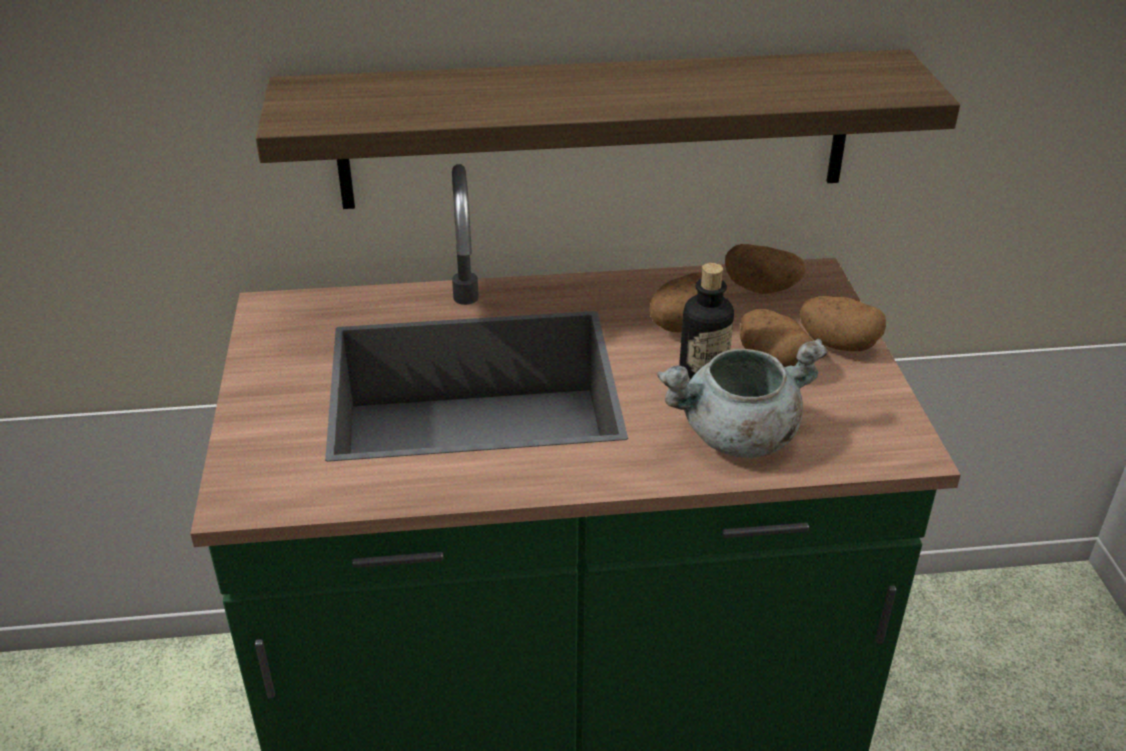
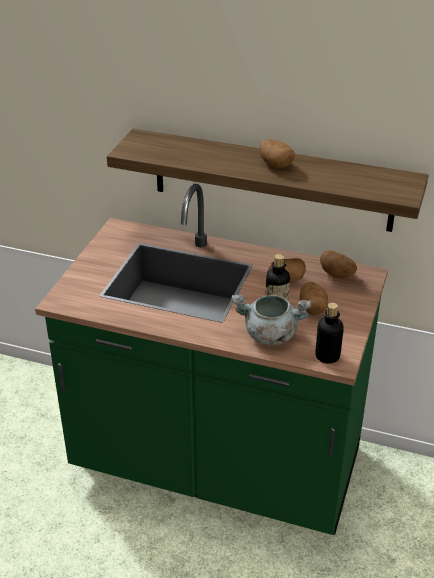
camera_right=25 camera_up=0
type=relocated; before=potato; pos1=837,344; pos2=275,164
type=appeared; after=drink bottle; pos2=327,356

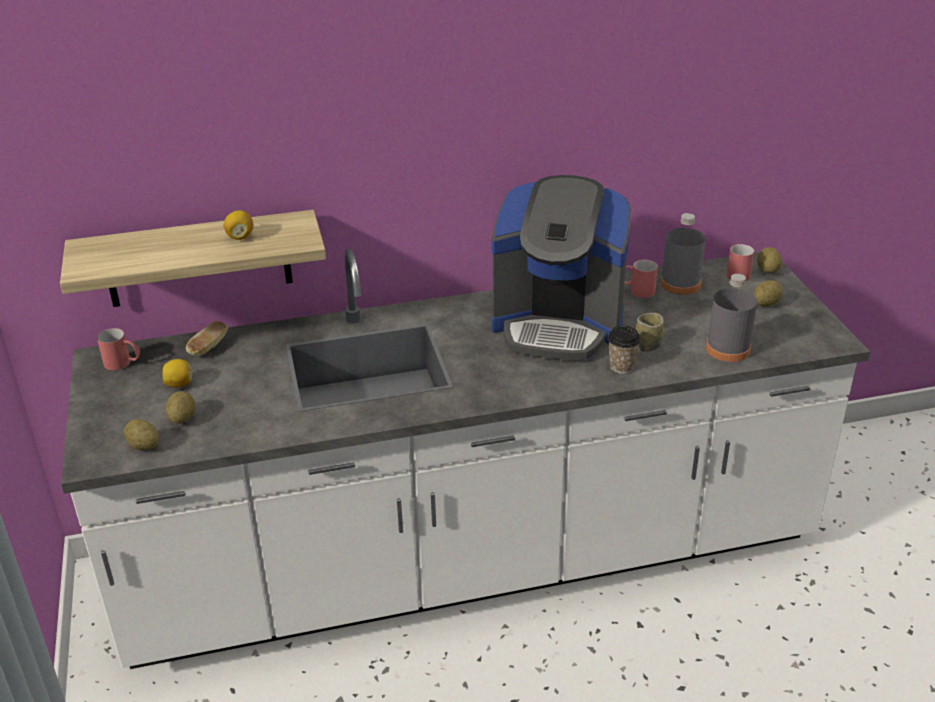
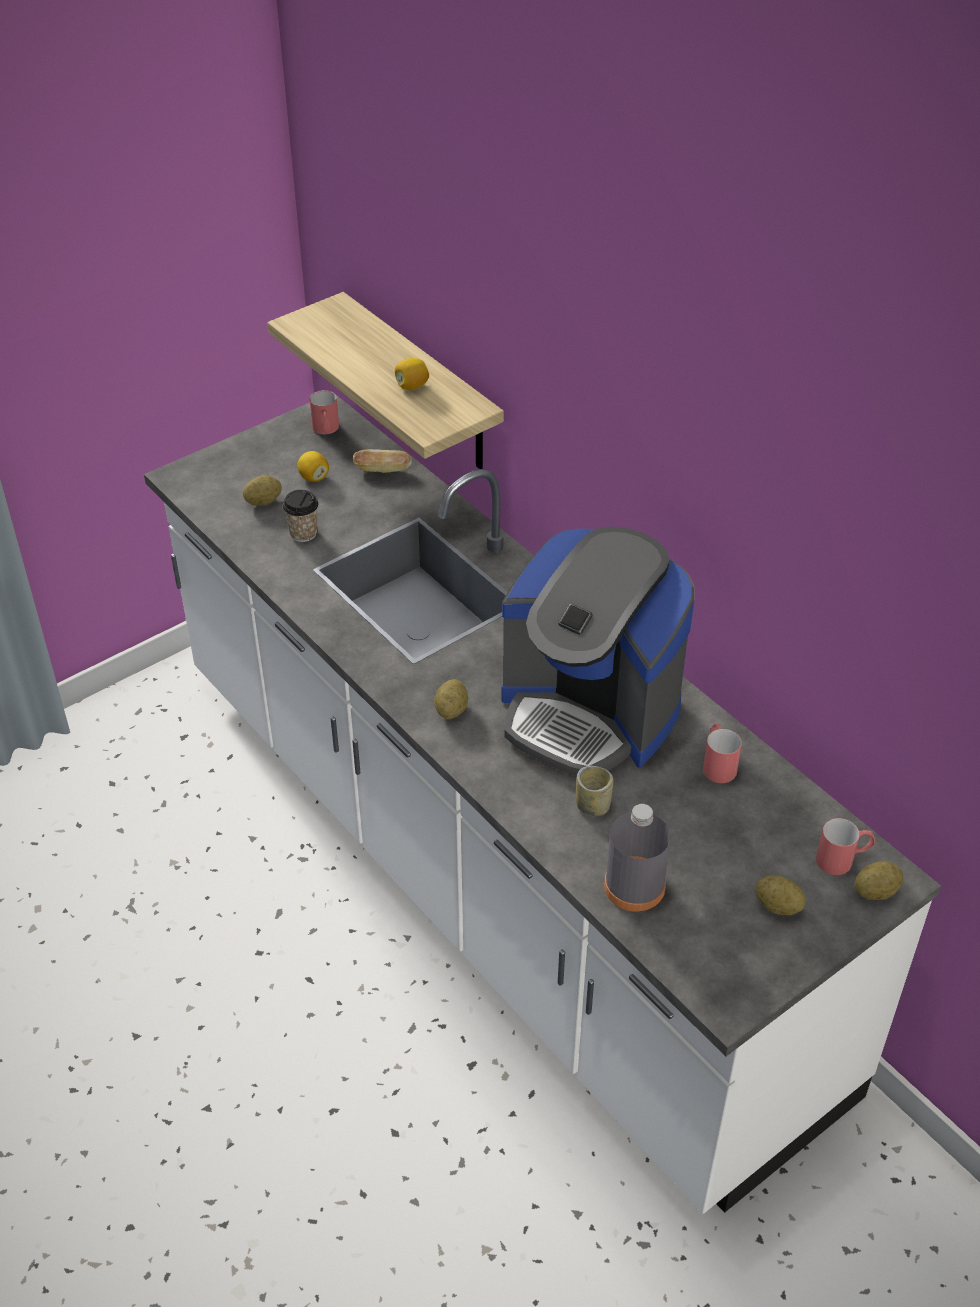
camera_right=65 camera_up=10
type=spun; before=coffee maker; pos1=558,324; pos2=589,712; turn=-45
type=missing; before=drink bottle (grey); pos1=680,284
type=relocated; before=small cup; pos1=621,366; pos2=303,533
type=relocated; before=potato; pos1=144,446; pos2=451,710

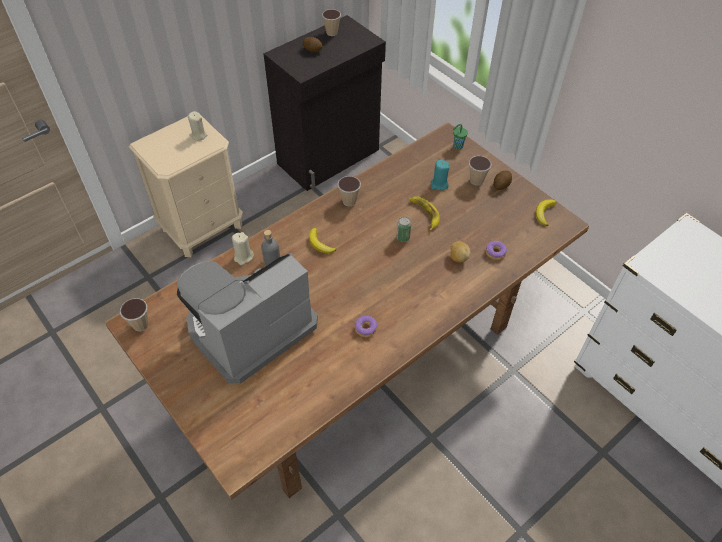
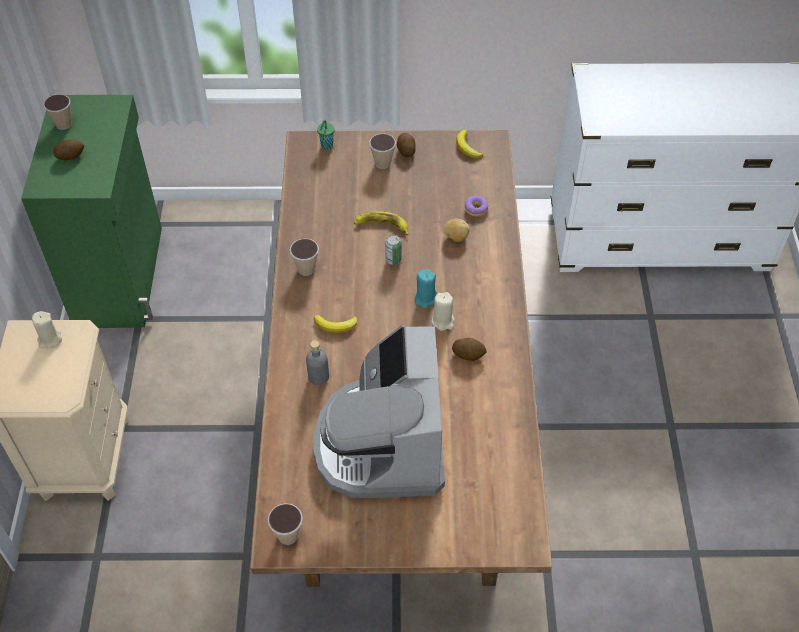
camera_right=-50 camera_up=0
type=colour; before=cabinet (black-coloured); after=cabinet (green-coloured); pos1=330,157; pos2=121,275
type=relocated; before=wax candle (blue-green); pos1=439,184; pos2=425,298
type=relocated; before=wax candle (beige-coloured); pos1=243,257; pos2=443,321
type=exchanged; before=doughnut; after=potato; pos1=366,328; pos2=468,354

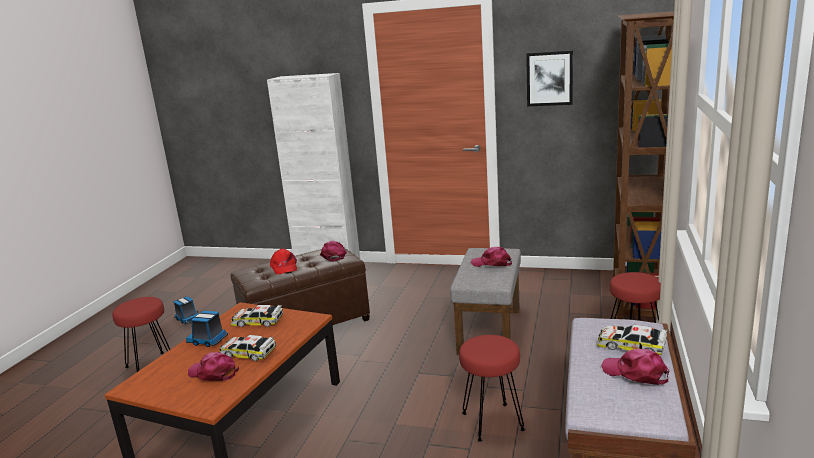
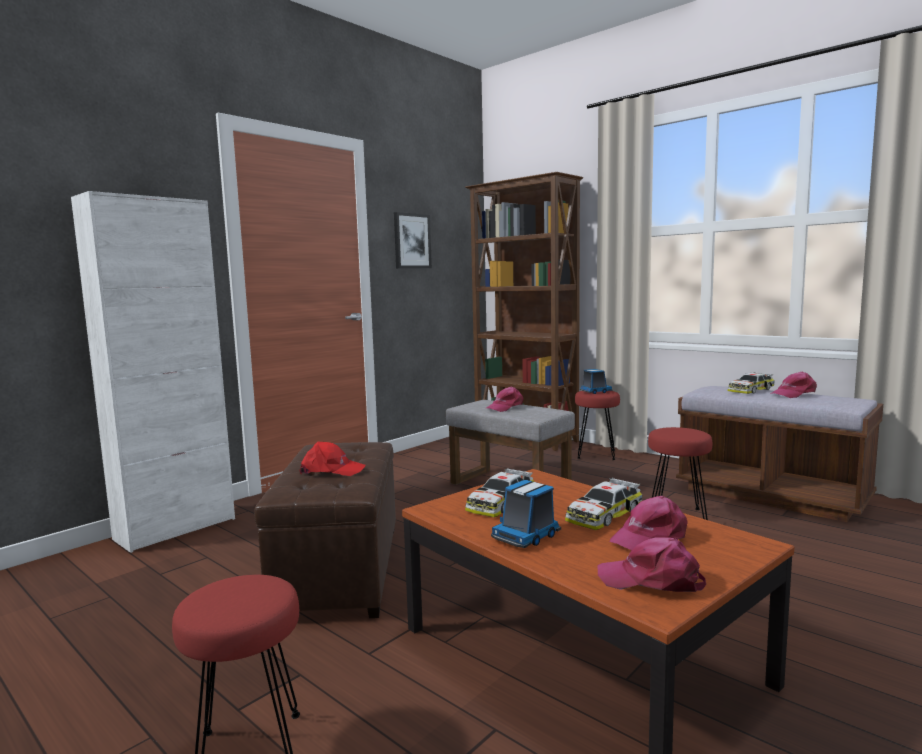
camera_right=-65 camera_up=-10
type=relocated; before=peaked cap (pink-coloured); pos1=334,255; pos2=652,580
type=relocated; before=toy truck; pos1=187,319; pos2=595,392

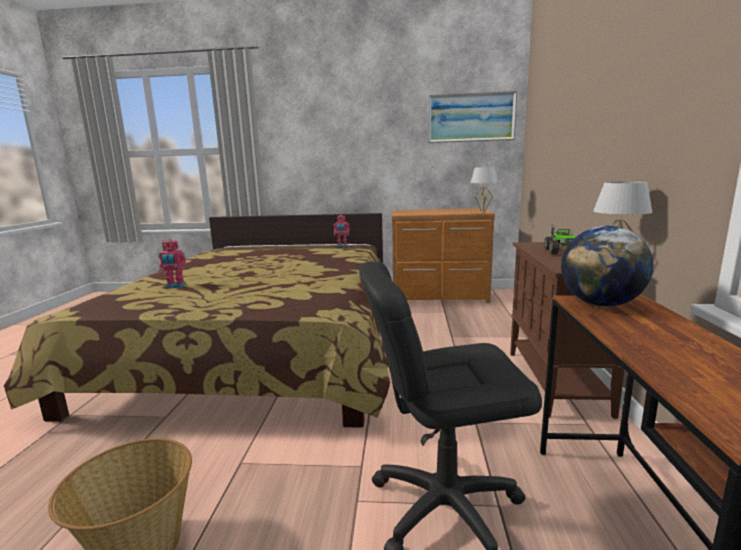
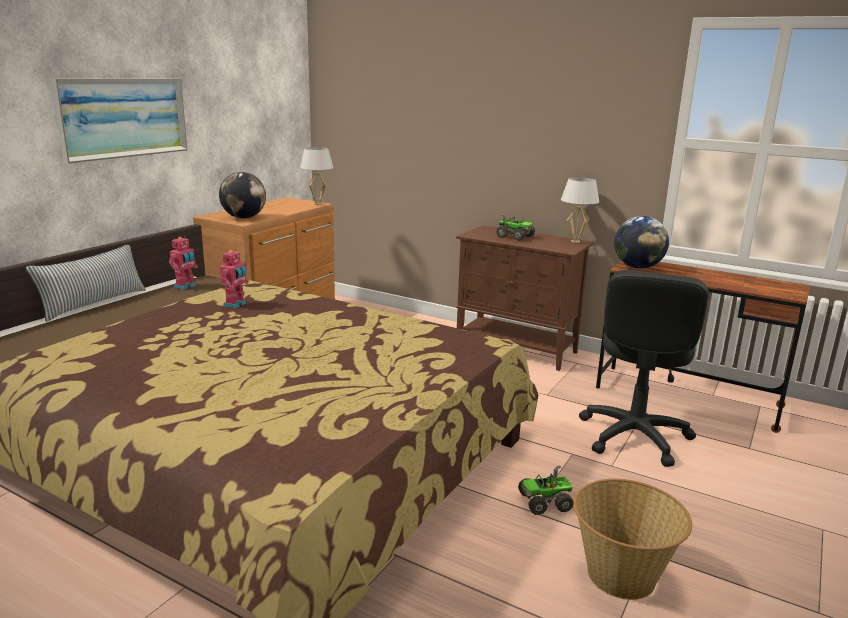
camera_right=-65 camera_up=5
type=relocated; before=picture; pos1=471,117; pos2=124,118
type=relocated; before=toy robot; pos1=175,286; pos2=236,304
type=appeared; after=globe; pos2=244,218
type=appeared; after=throw pillow; pos2=94,303
type=appeared; after=toy truck; pos2=545,502

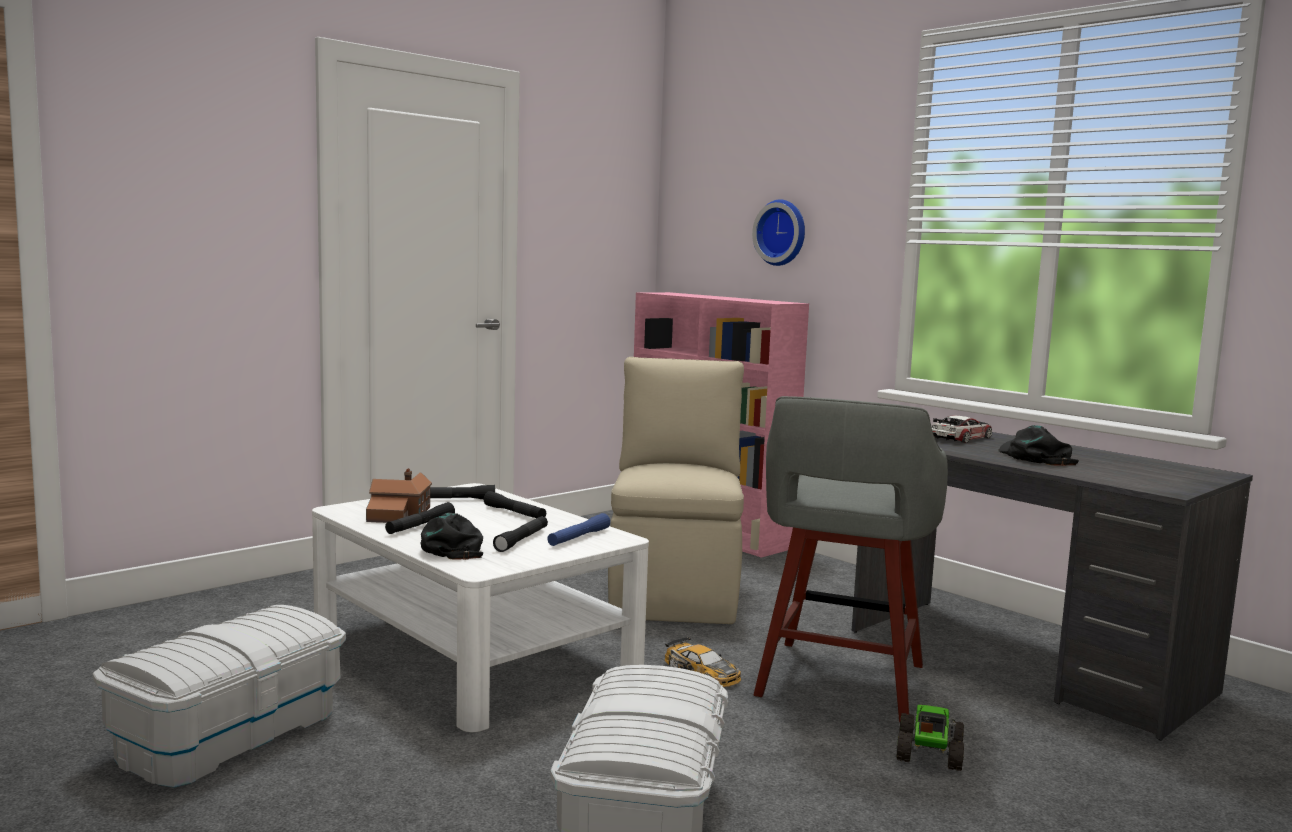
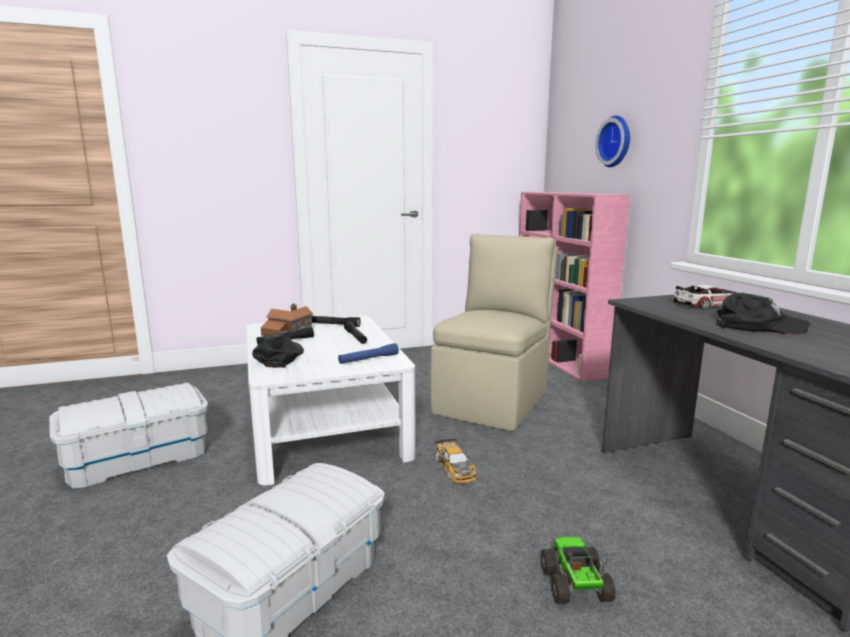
camera_right=25 camera_up=5
type=missing; before=stool (grey); pos1=839,682
type=spun; before=peaked cap (black-coloured); pos1=1034,457; pos2=758,326; turn=90
type=missing; before=hand torch (black-coloured); pos1=522,540
type=spun; before=toy truck; pos1=929,754; pos2=575,586; turn=-45

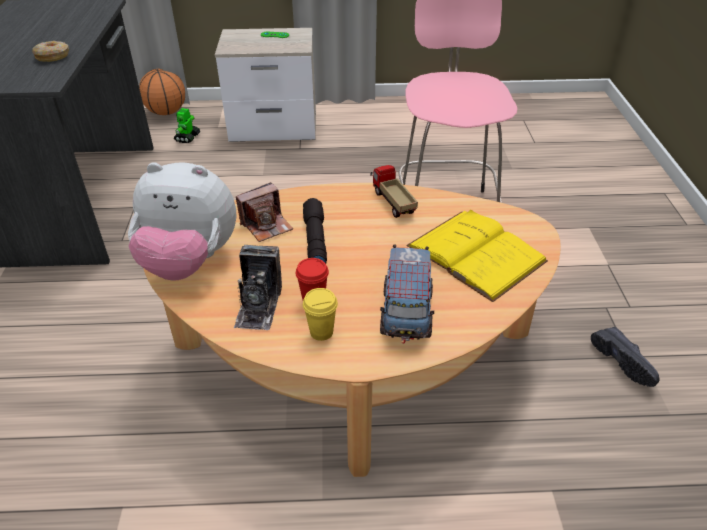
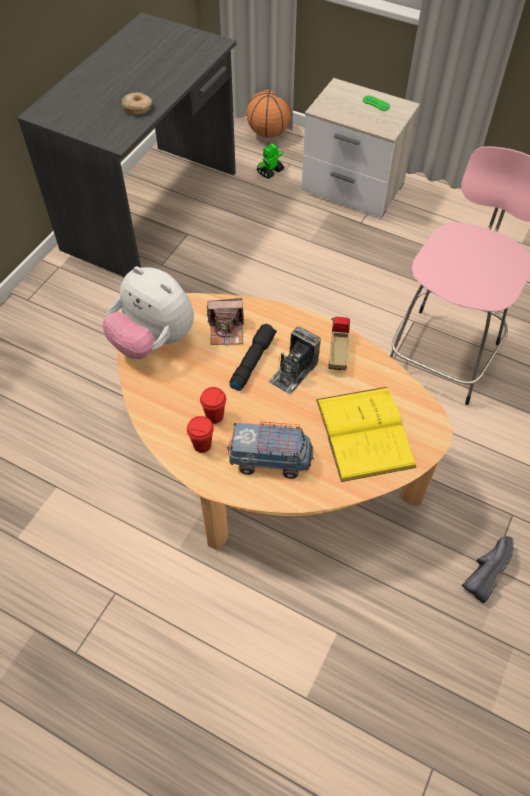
camera_right=30 camera_up=15
type=spun; before=toy truck; pos1=406,314; pos2=270,460; turn=-120
type=relocated; before=still camera; pos1=259,306; pos2=293,372
type=colour; before=small cup (yellowish); after=small cup (reddish); pos1=321,332; pos2=202,445
type=spun; before=low shoe (black-coloured); pos1=625,362; pos2=484,570; turn=-150

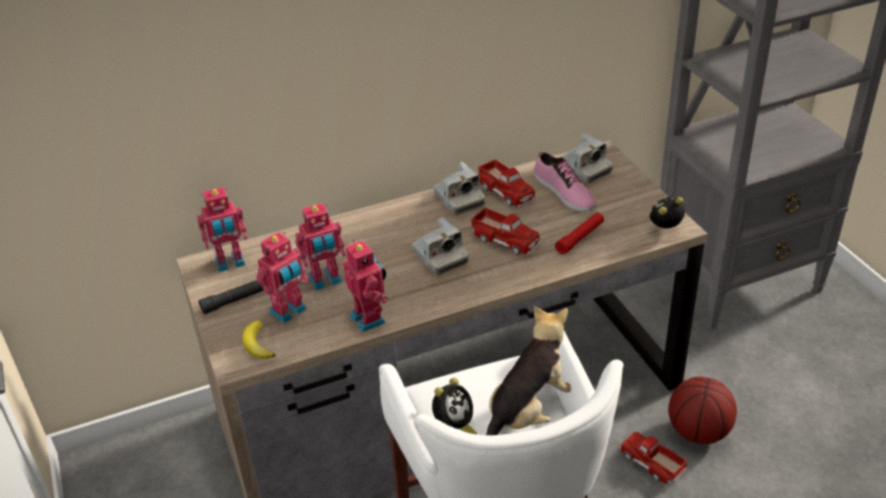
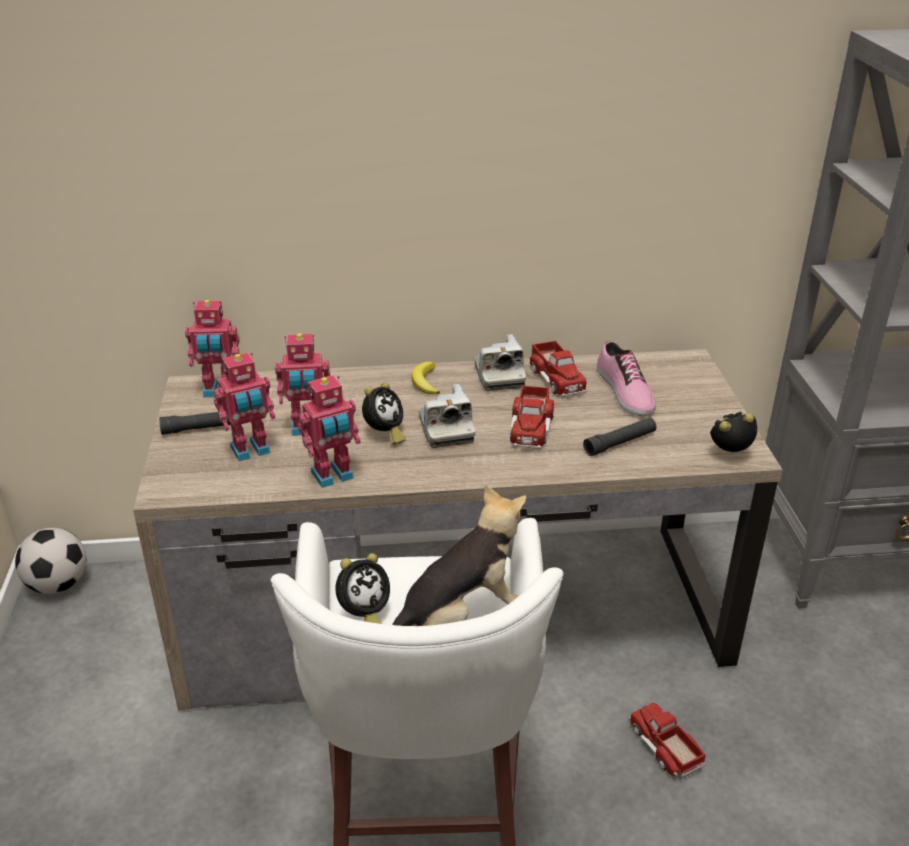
camera_right=15 camera_up=-5
type=missing; before=still camera; pos1=584,169
type=spun; before=toy truck; pos1=505,239; pos2=531,427; turn=45
type=colour; before=hand torch (reddish); after=hand torch (black-coloured); pos1=580,238; pos2=620,443
type=spun; before=toy robot; pos1=370,318; pos2=333,476; turn=75
type=relocated; before=banana; pos1=257,344; pos2=425,382
type=missing; before=basketball ball; pos1=699,431
type=appeared; after=table clock; pos2=384,434
type=appeared; after=ball for football; pos2=58,584

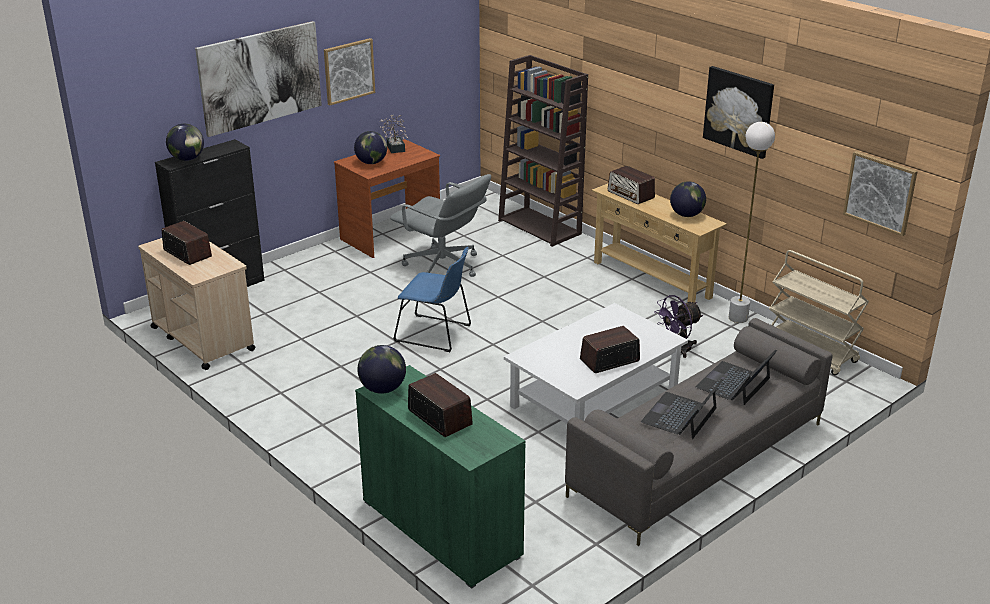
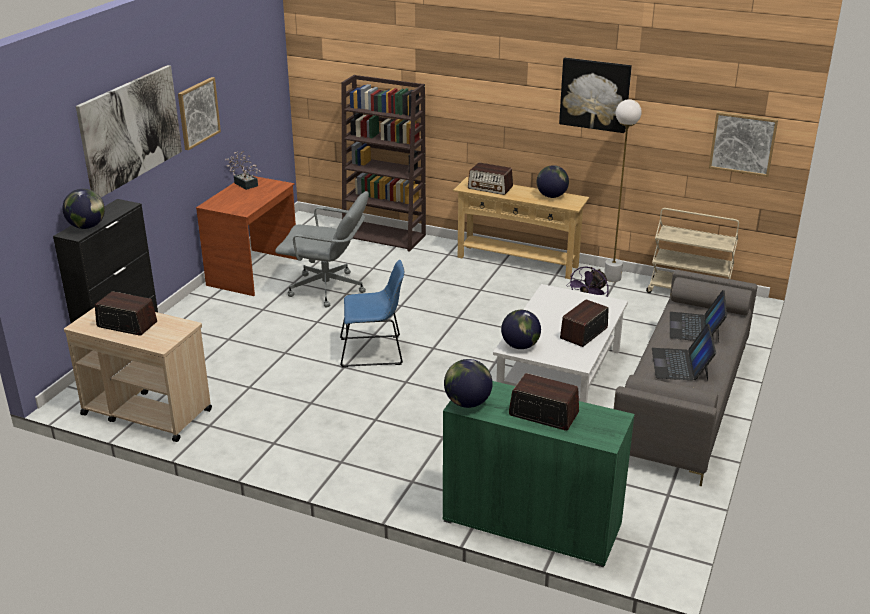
camera_right=-25 camera_up=0
type=relocated; before=globe; pos1=371,162; pos2=520,346

